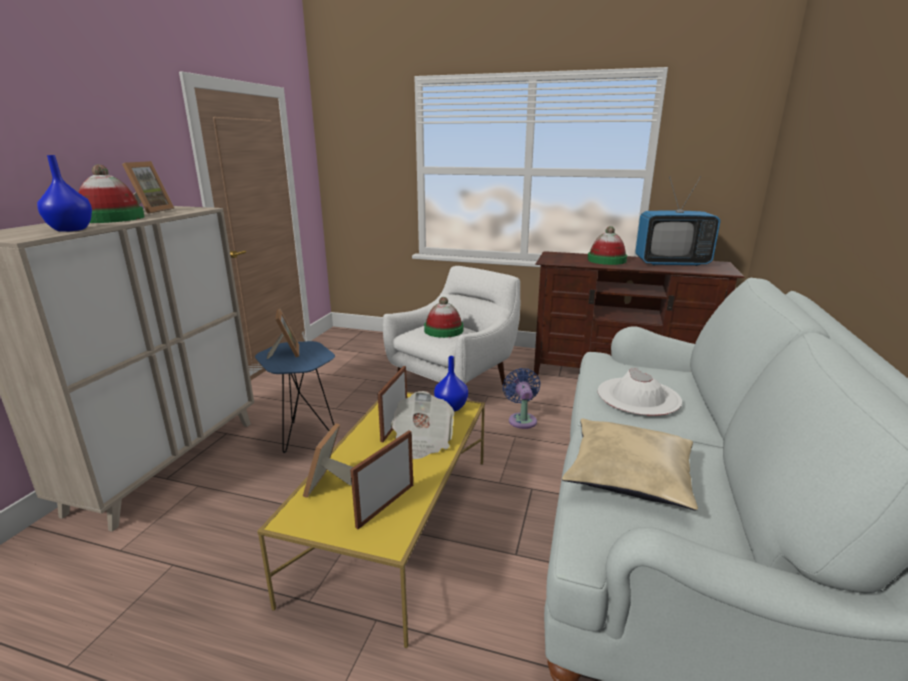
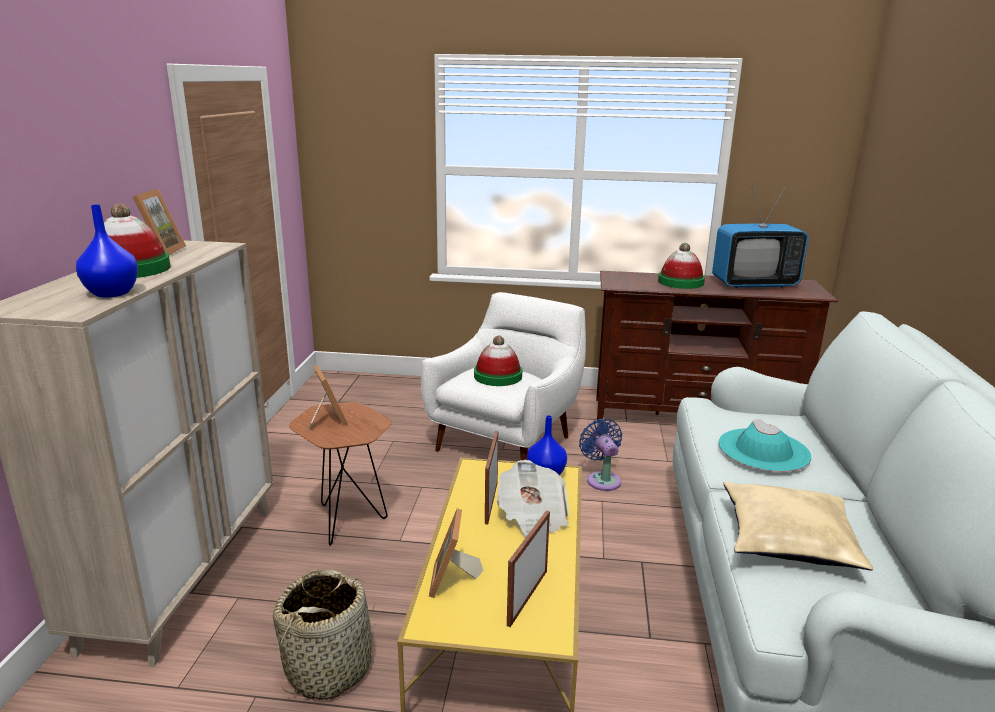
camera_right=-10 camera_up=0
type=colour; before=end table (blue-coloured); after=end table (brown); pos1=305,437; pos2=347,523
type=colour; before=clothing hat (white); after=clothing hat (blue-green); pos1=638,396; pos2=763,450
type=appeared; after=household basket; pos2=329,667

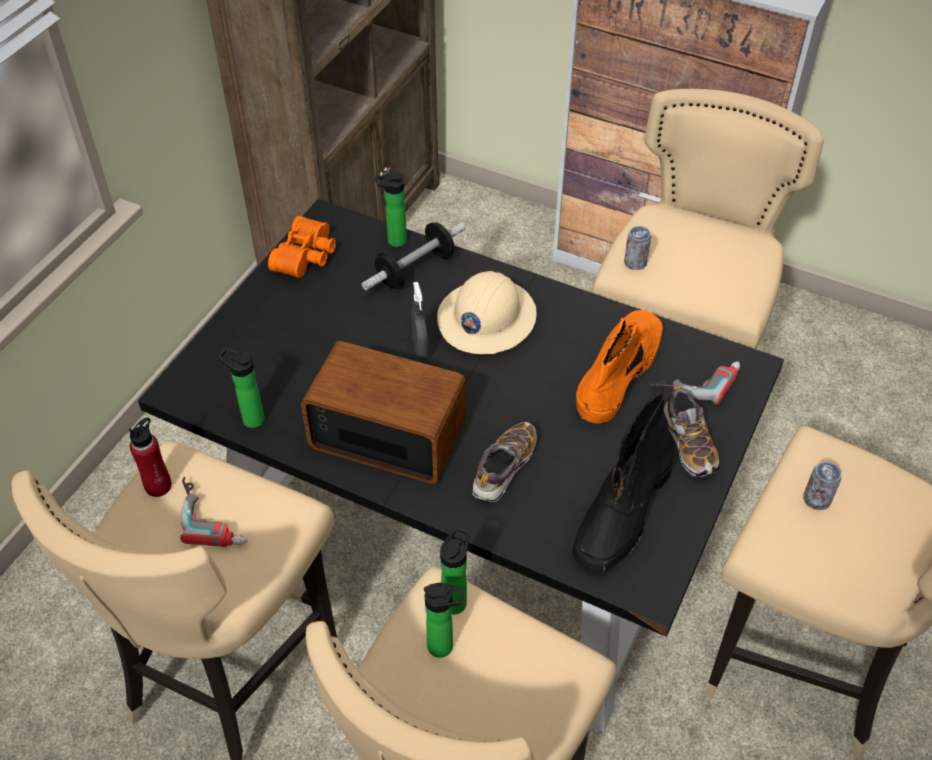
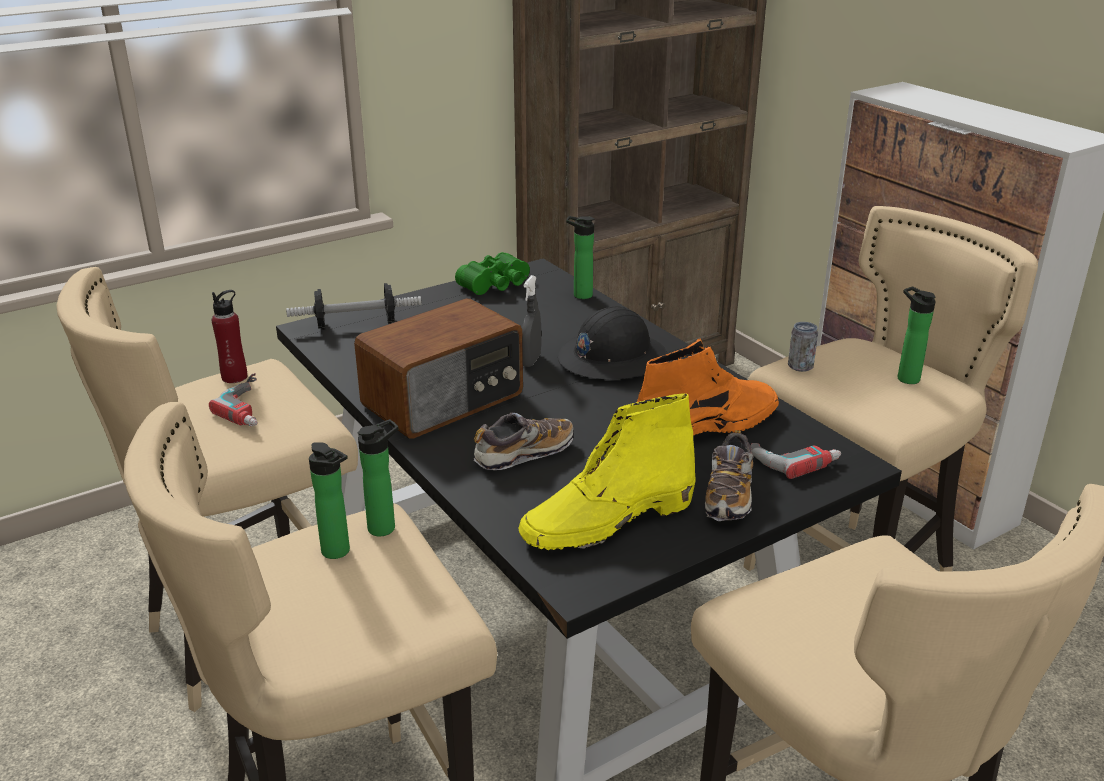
camera_right=30 camera_up=-20
type=colour; before=pair of binoculars (orange-coloured); after=pair of binoculars (green-coloured); pos1=307,256; pos2=497,285
type=relocated; before=free weight; pos1=415,270; pos2=356,324
type=colour; before=hard hat (beige-coloured); after=hard hat (black-coloured); pos1=486,318; pos2=611,359
type=spun; before=radio; pos1=387,433; pos2=445,400; turn=90
type=relocated; before=drink bottle; pos1=250,418; pos2=905,377
type=colour; before=high-top boot (black-coloured); after=high-top boot (yellowish); pos1=622,512; pos2=607,521
type=missing; before=sealed can; pos1=816,499

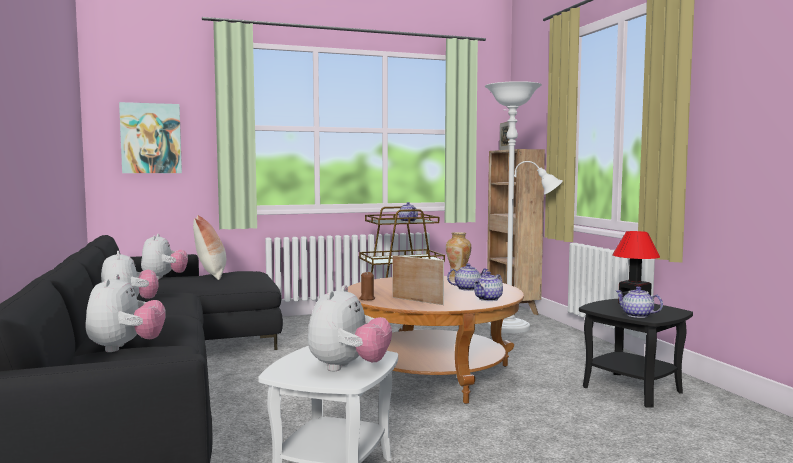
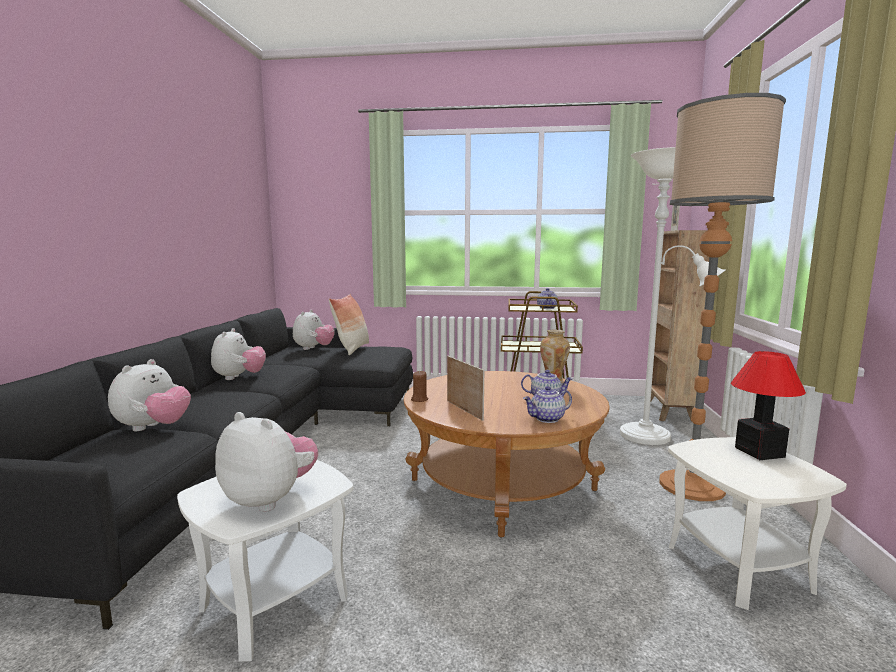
camera_right=25 camera_up=5
type=missing; before=picture; pos1=151,138
type=spun; before=cuddly toy; pos1=348,368; pos2=270,499; turn=-105
type=missing; before=pot for tea; pos1=636,315
type=colour; before=end table (black-coloured); after=end table (white); pos1=632,389; pos2=738,567
type=appeared; after=standing lamp; pos2=691,486

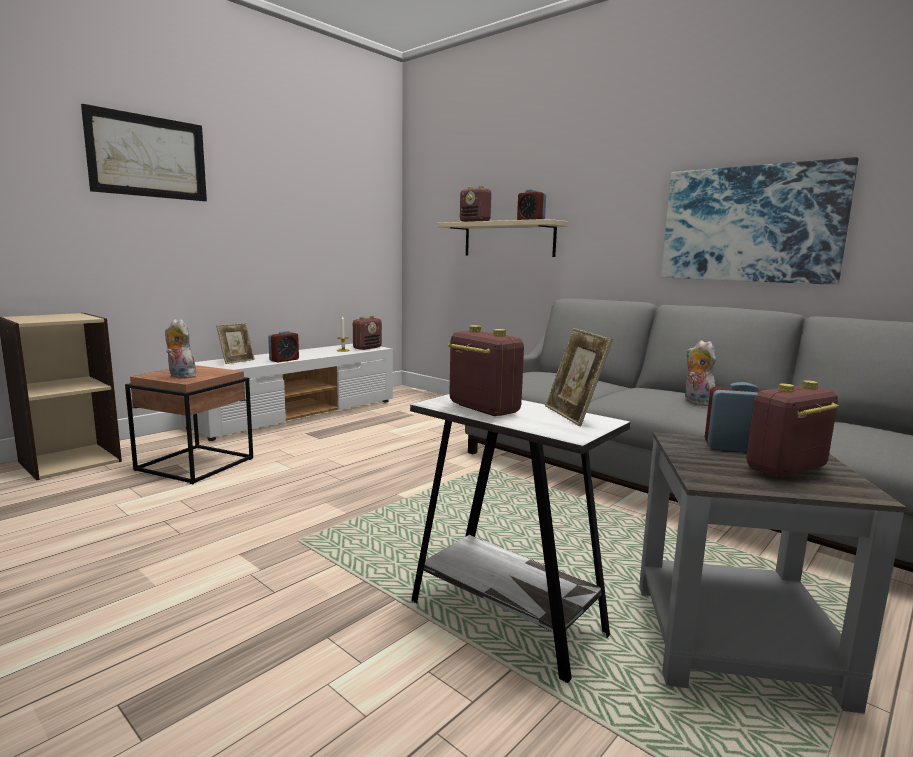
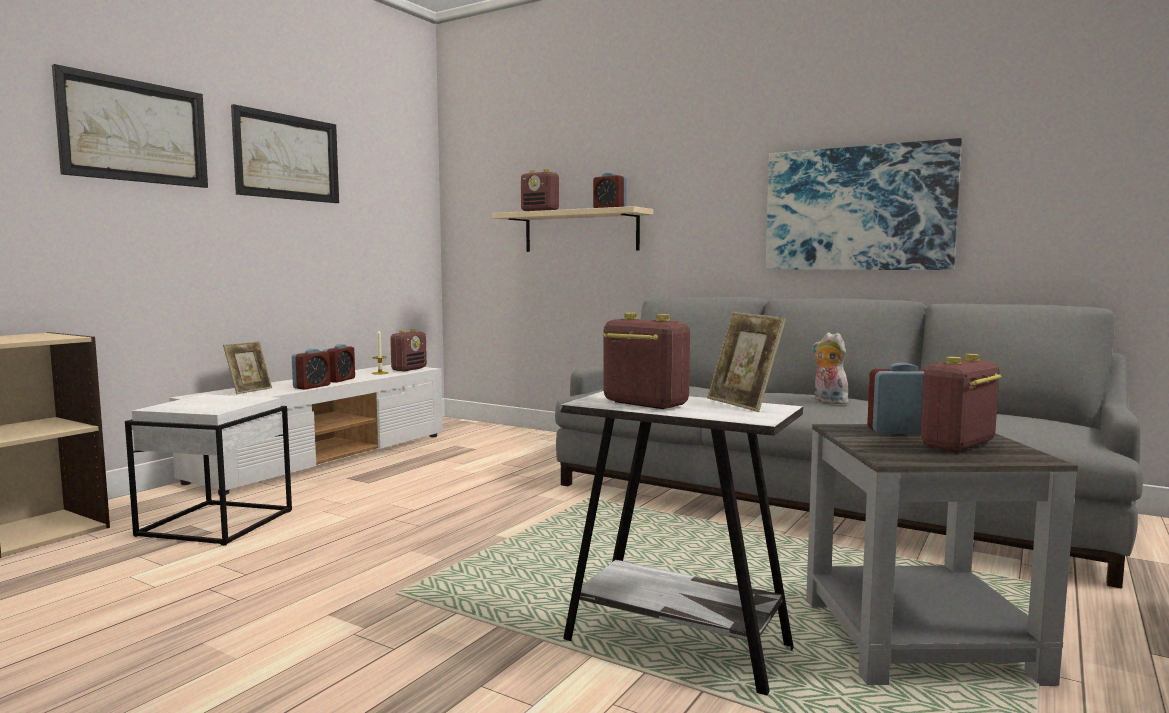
camera_right=-10 camera_up=-5
type=missing; before=cuddly toy; pos1=180,376
type=colour; before=end table (brown); after=end table (white); pos1=197,464; pos2=218,523
type=appeared; after=picture; pos2=287,157
type=appeared; after=table clock; pos2=339,380

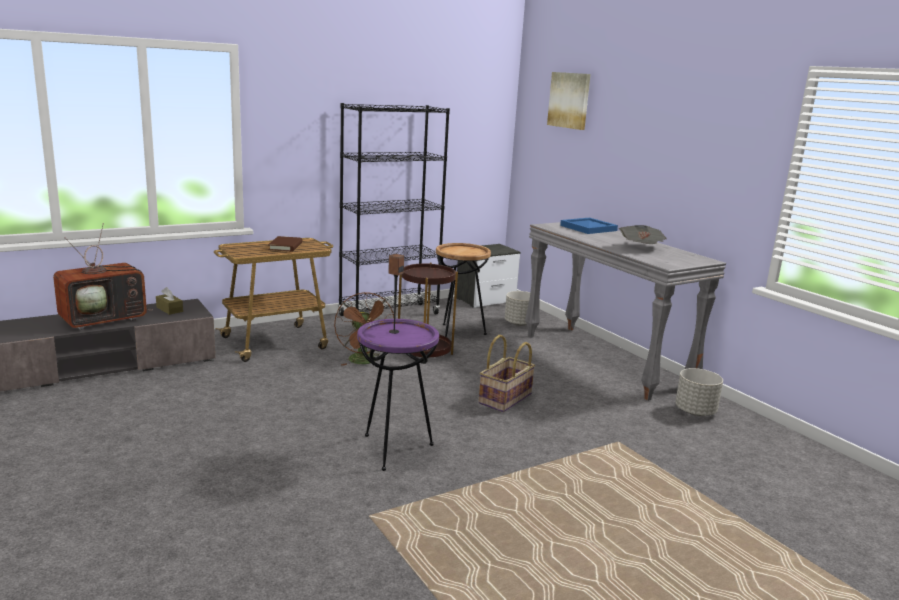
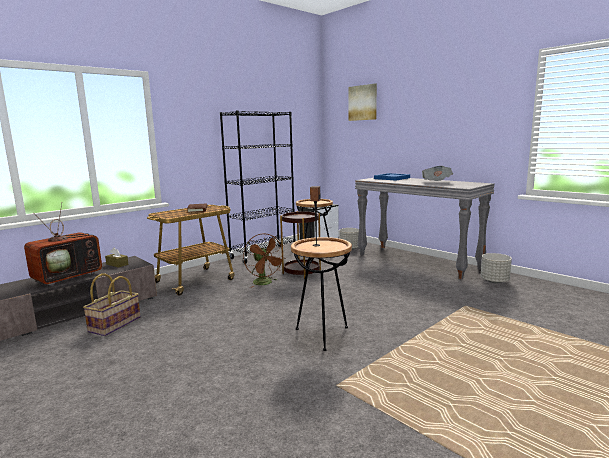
camera_right=-10 camera_up=-5
type=colour; before=end table (purplish); after=end table (brown); pos1=394,449; pos2=322,335
type=relocated; before=household basket; pos1=506,399; pos2=115,325

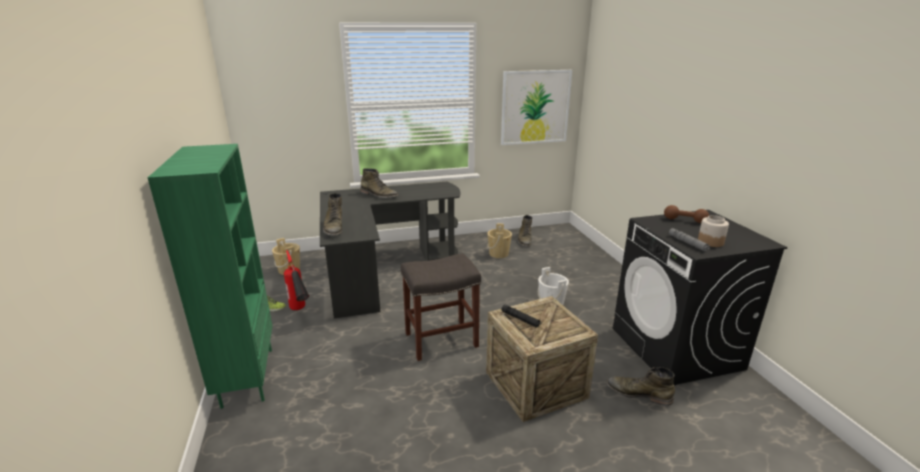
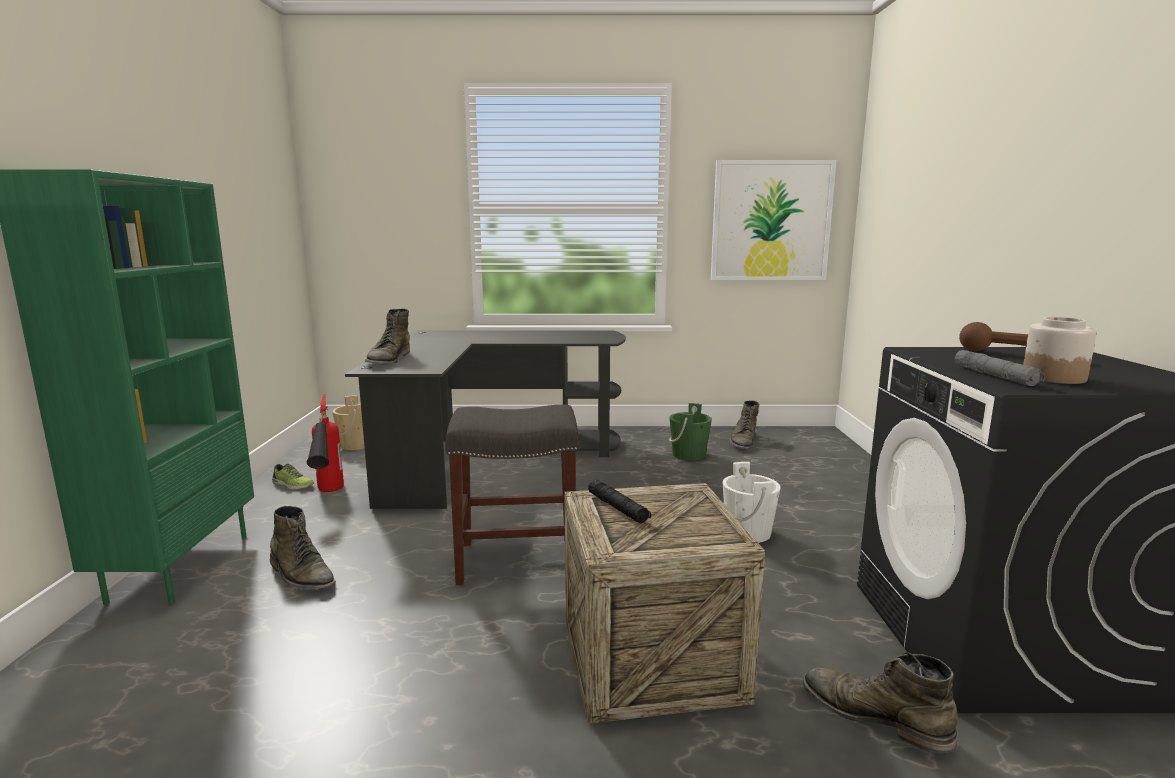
camera_right=15 camera_up=-10
type=relocated; before=high-top boot (green-coloured); pos1=379,195; pos2=301,575
type=colour; before=pail (beige-coloured); after=pail (green-coloured); pos1=498,254; pos2=689,455

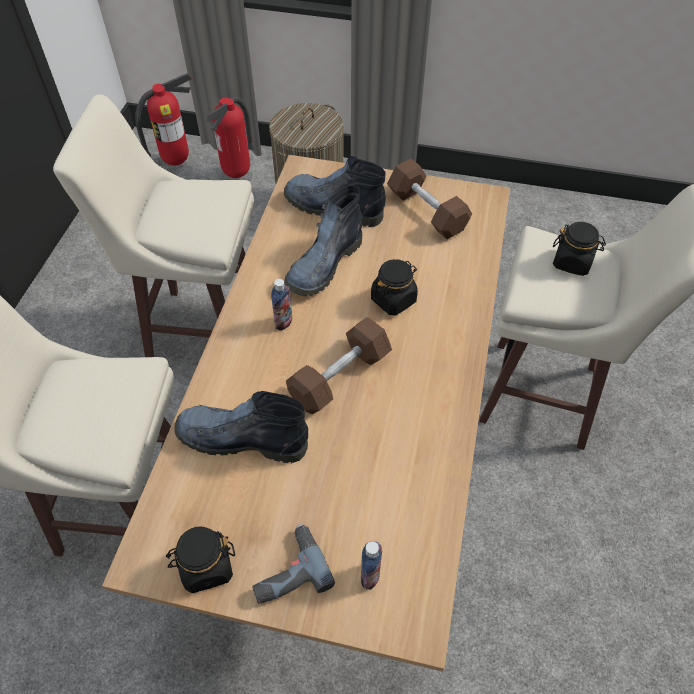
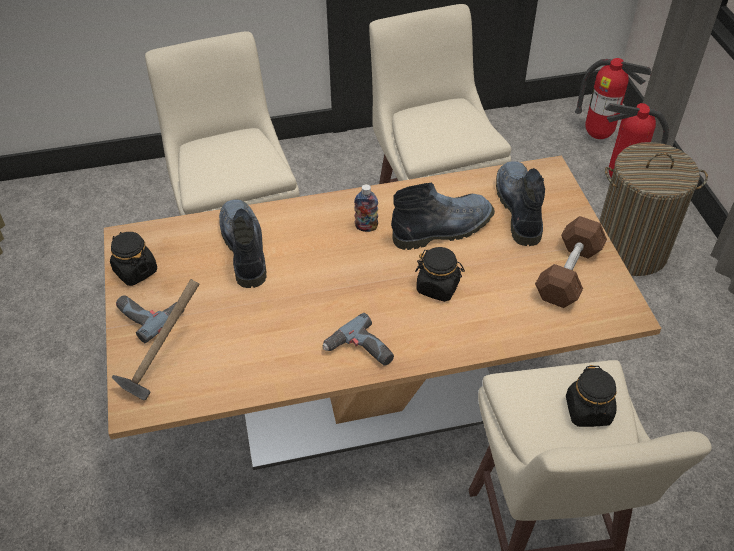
camera_right=65 camera_up=-5
type=spun; before=high-top boot; pos1=324,266; pos2=444,228; turn=150
type=missing; before=free weight (brown); pos1=340,376
type=exchanged; before=drink bottle; after=hammer; pos1=370,575; pos2=164,363
type=appeared; after=electric drill; pos2=360,351

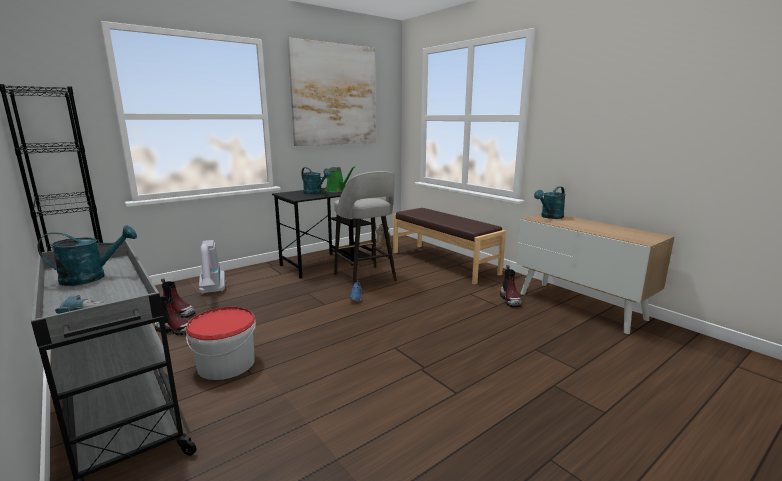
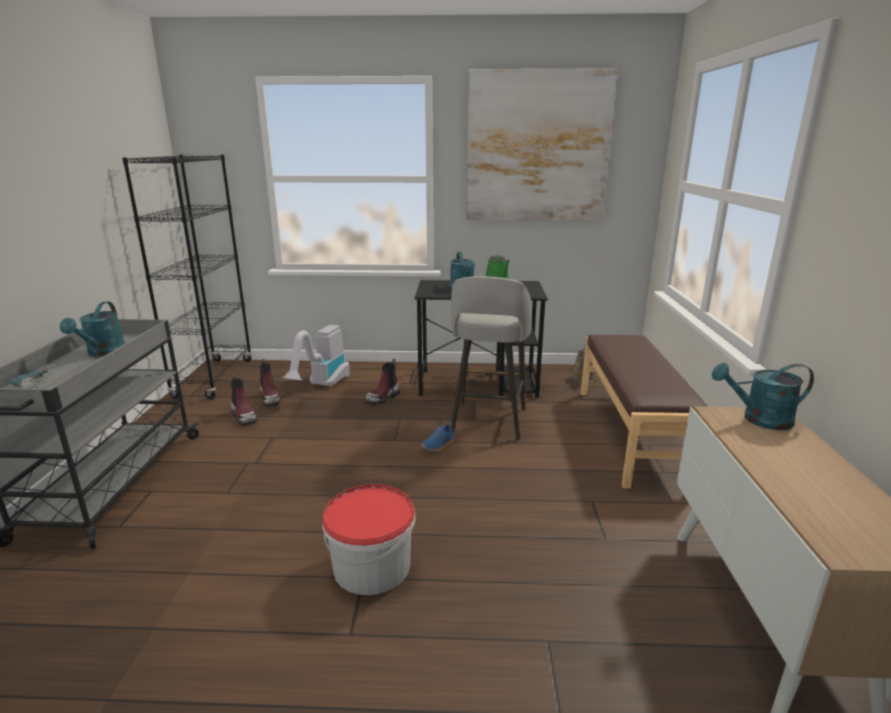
camera_right=40 camera_up=5
type=spun; before=watering pot (blue-green); pos1=92,277; pos2=103,353; turn=75
type=relocated; before=high-top boot; pos1=510,300; pos2=383,397
type=relocated; before=pail; pos1=226,363; pos2=372,565

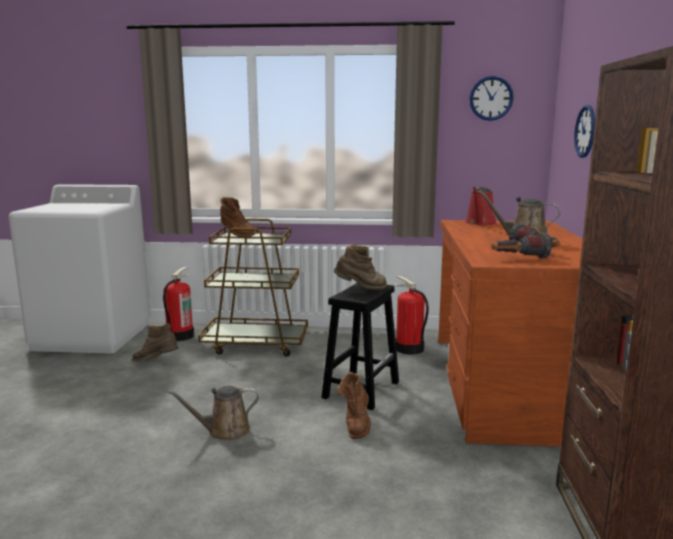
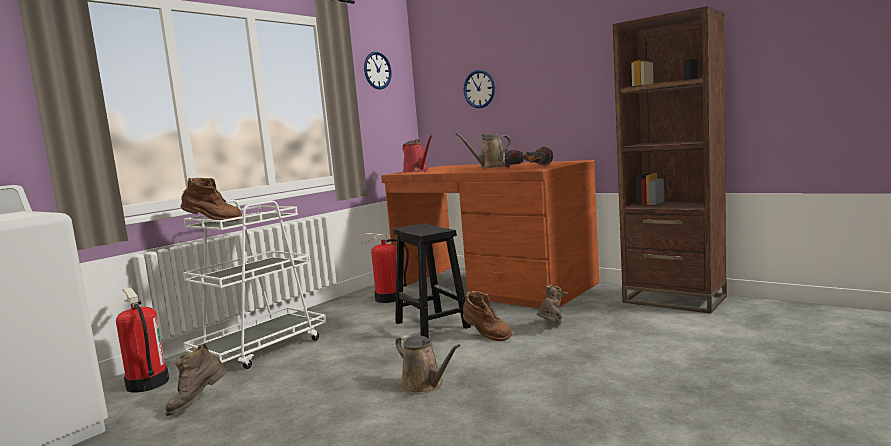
camera_right=-55 camera_up=-5
type=colour; before=cart (brown); after=cart (white); pos1=256,344; pos2=260,349
type=relocated; before=high-top boot (brown); pos1=361,289; pos2=552,327
type=spun; before=watering pot (brown); pos1=224,431; pos2=425,385; turn=-60

